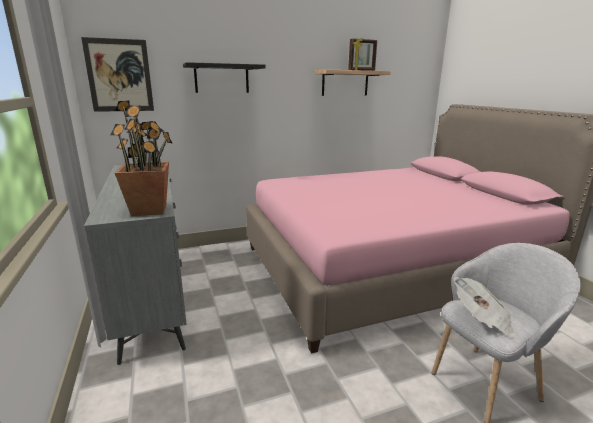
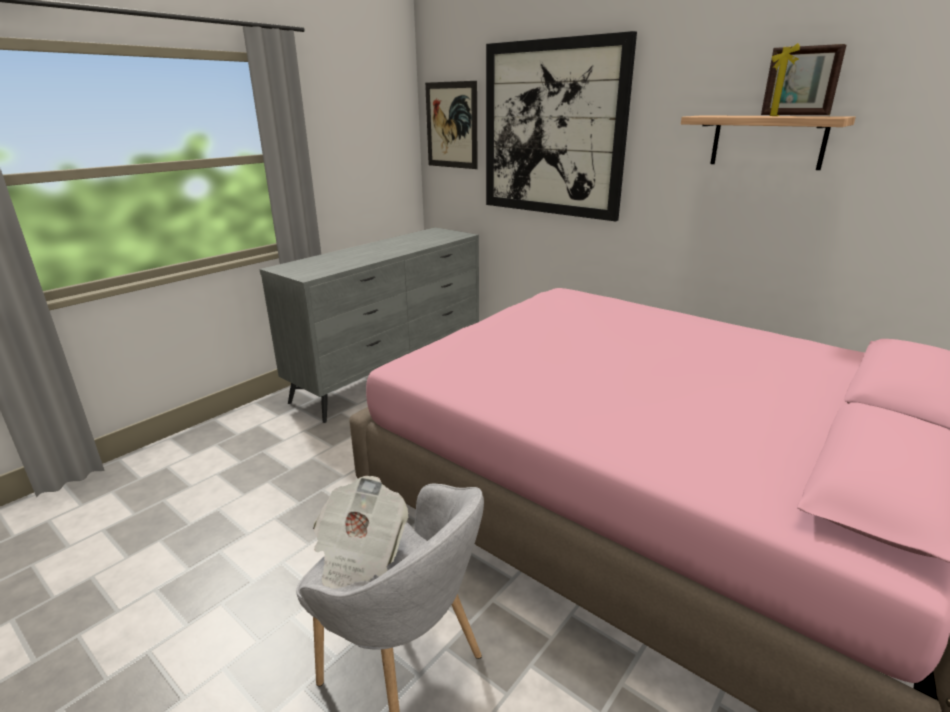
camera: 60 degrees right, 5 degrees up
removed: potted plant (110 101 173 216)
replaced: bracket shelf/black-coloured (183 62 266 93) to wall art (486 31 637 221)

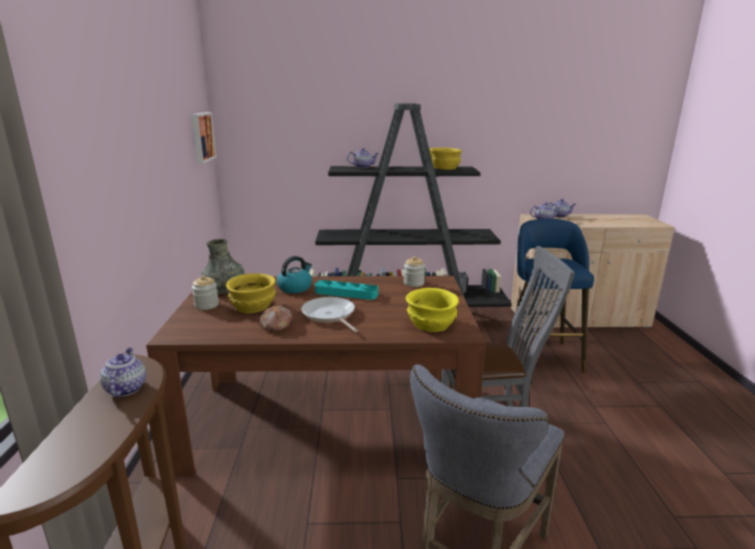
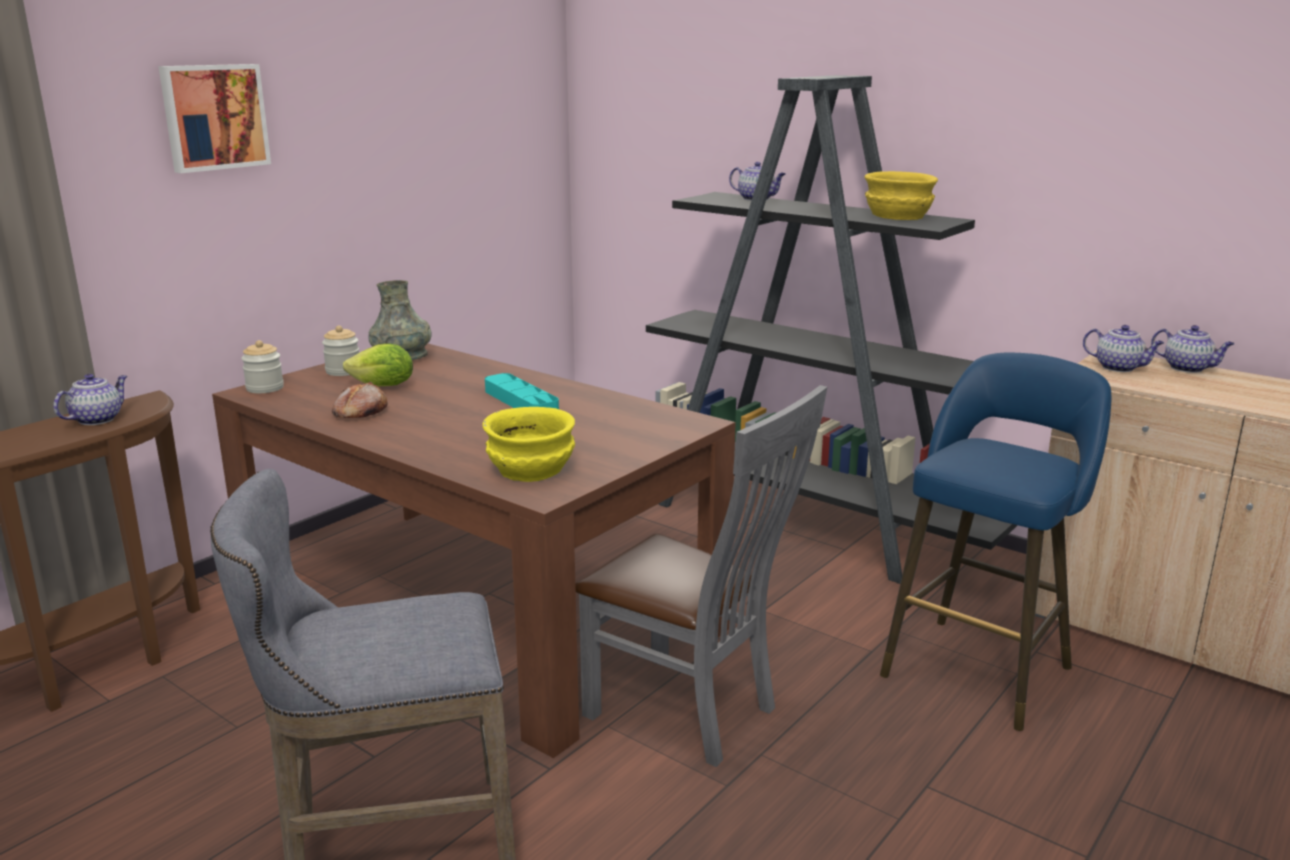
camera: 40 degrees right, 0 degrees up
removed: kettle (277 256 312 293); pan (301 297 358 332)
moved: wall art (191 112 216 164) to (158 64 271 173); storage jar (404 256 425 287) to (241 340 284 393)
replaced: deep dish/yellow (226 273 276 313) to head of lettuce (343 343 413 386)

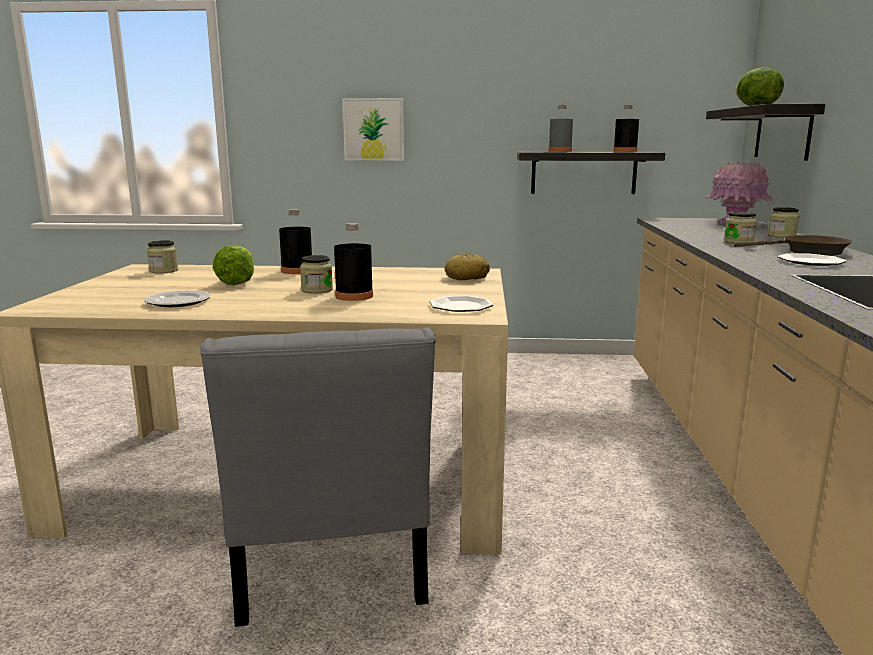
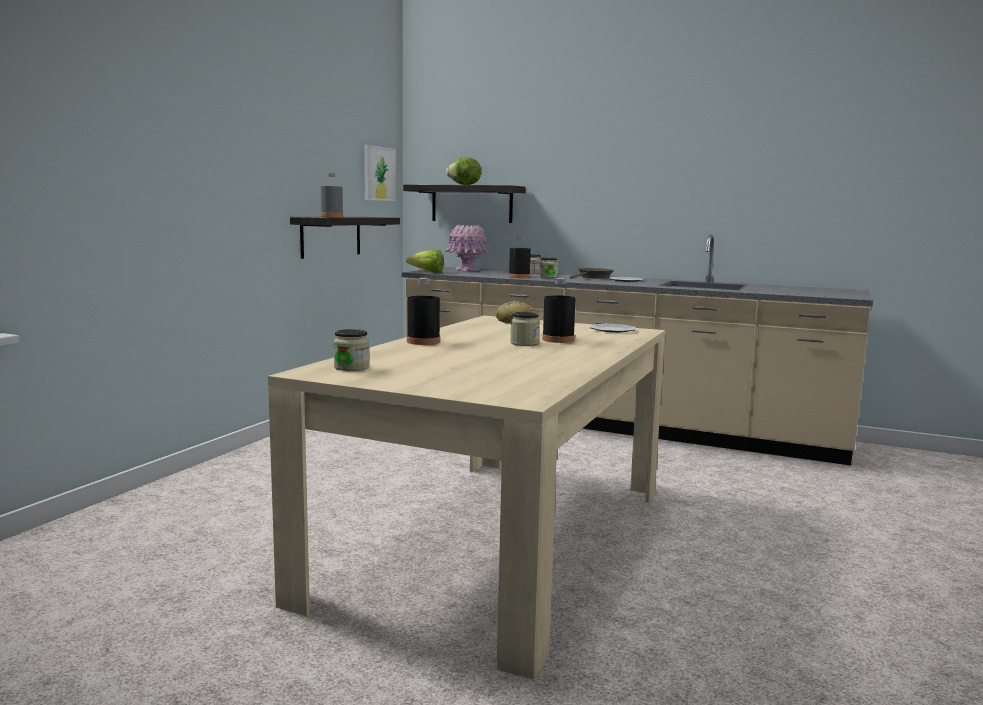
camera: 70 degrees left, 5 degrees down
removed: flat dish (144 290 211 307); plain chair/greyish (200 327 436 627)
moved: head of lettuce (213 245 254 285) to (406 249 444 273); wall art (342 98 404 161) to (364 145 396 201); beverage bottle/black-coloured (613 105 639 152) to (509 236 531 278)

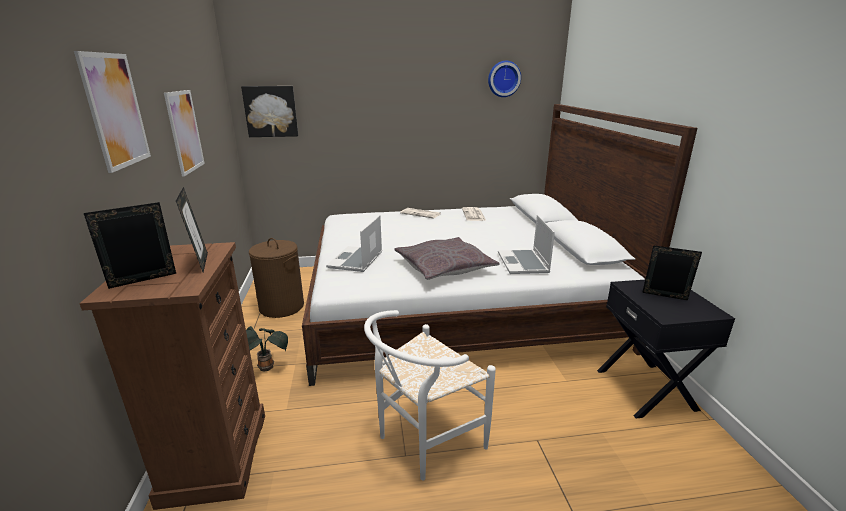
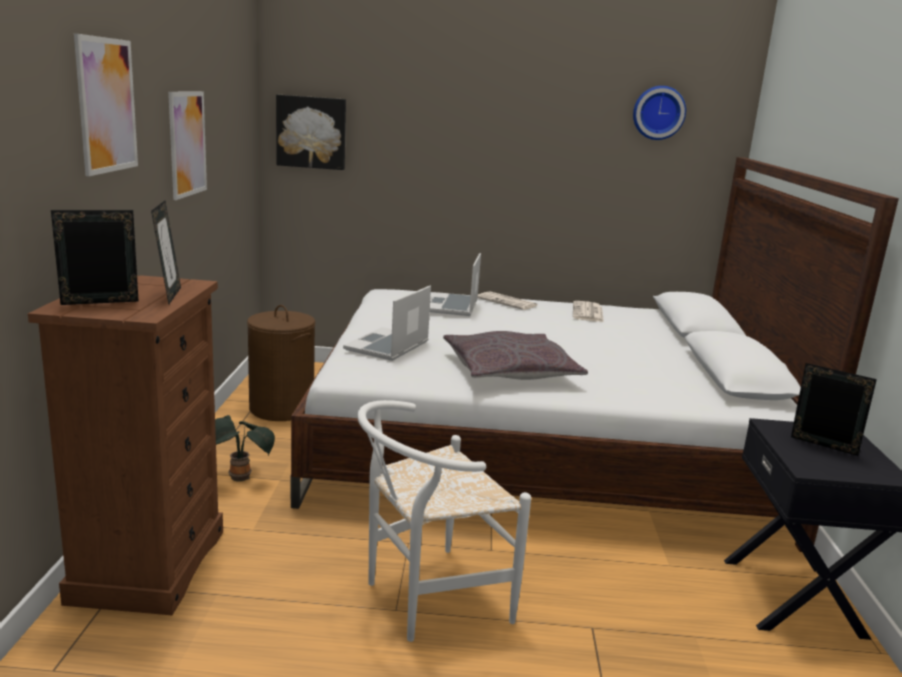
camera: 10 degrees right, 5 degrees down
moved: portable computer (498 215 555 274) to (430 253 481 316)

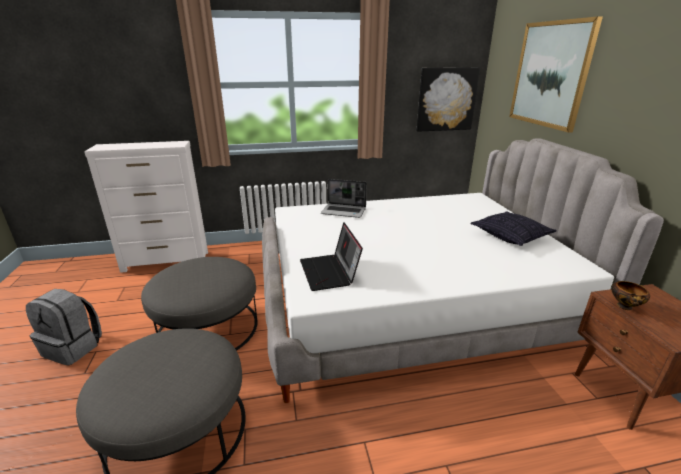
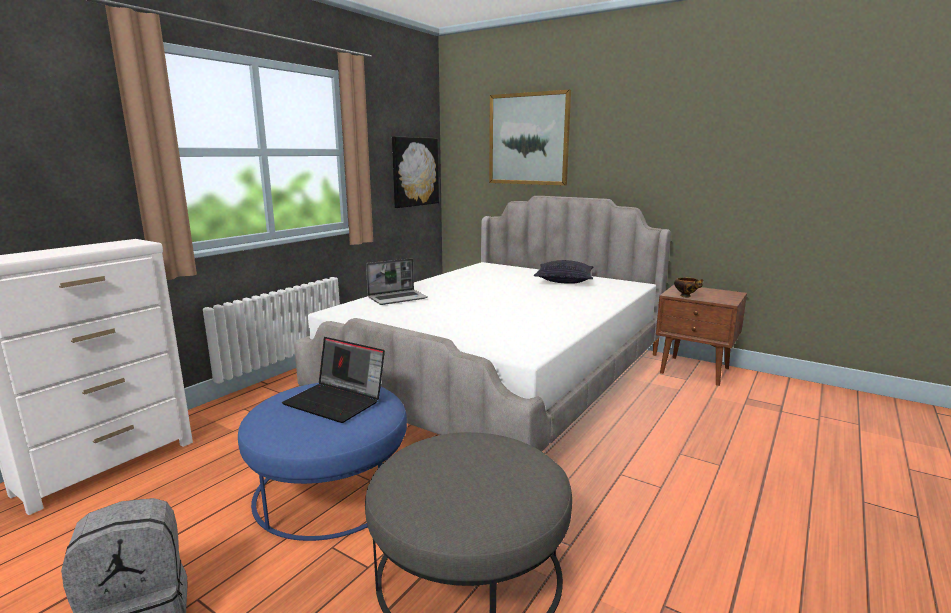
camera: 45 degrees left, 10 degrees down
moved: portable computer (300 222 363 291) to (282 337 385 423)
recoloured: footrest/greyish (141 257 257 351) to footrest/blue (238 383 407 541)

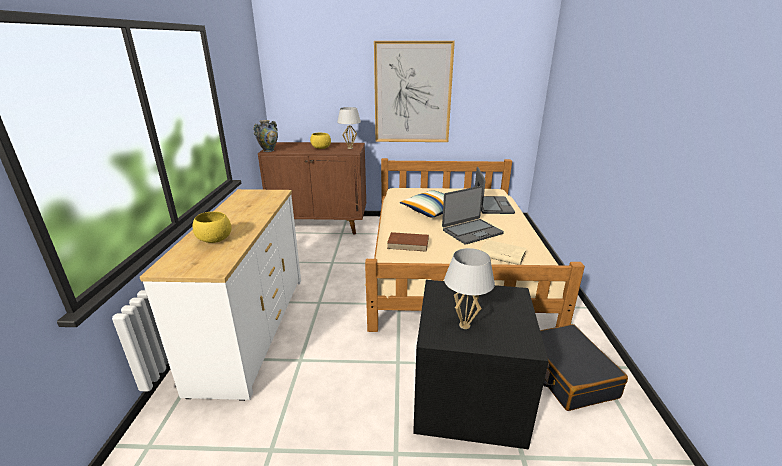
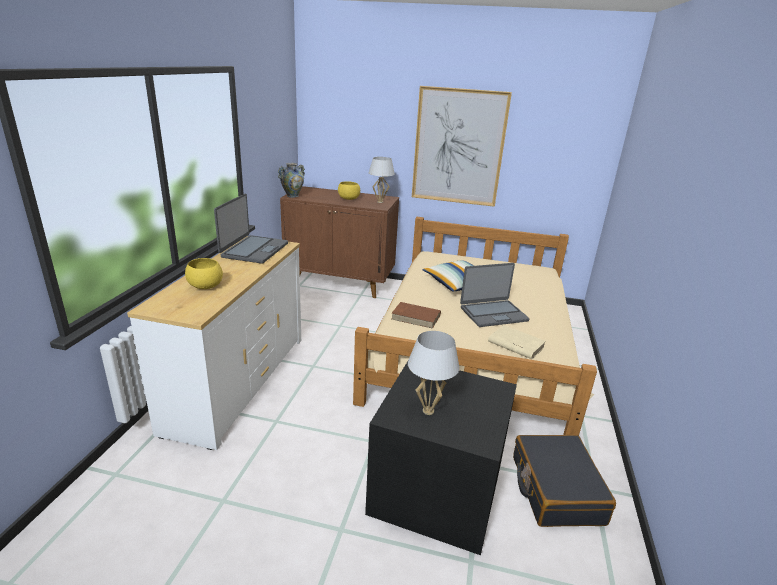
camera: 10 degrees right, 0 degrees up
moved: portable computer (475 167 515 214) to (214 193 288 264)

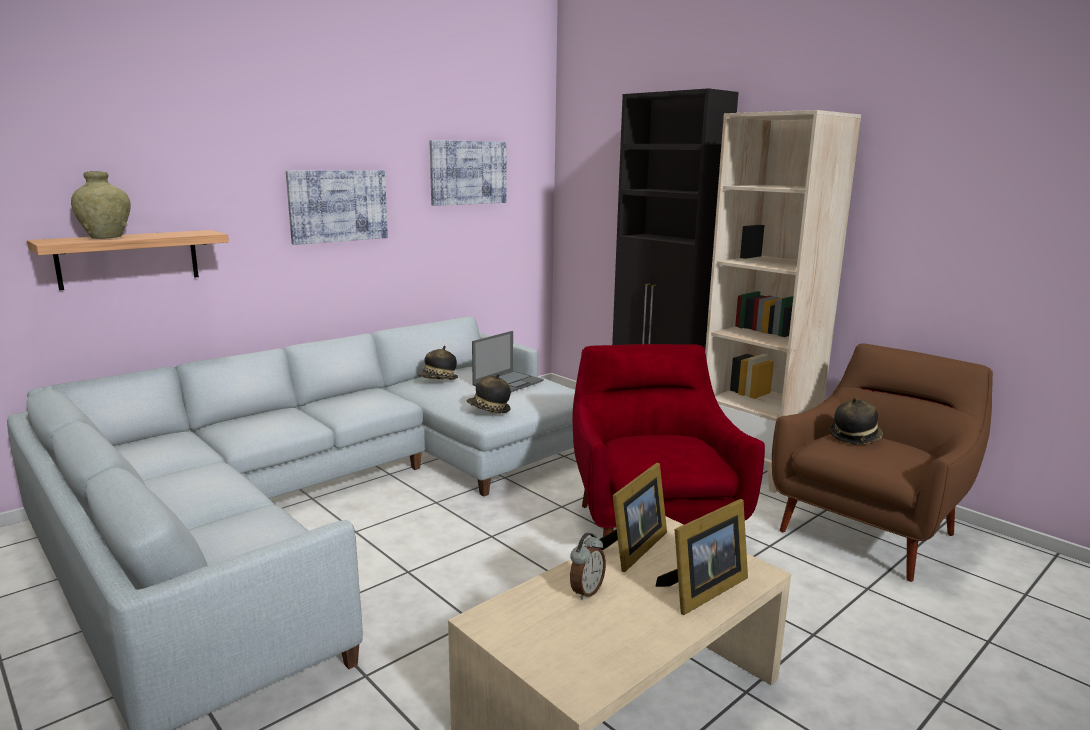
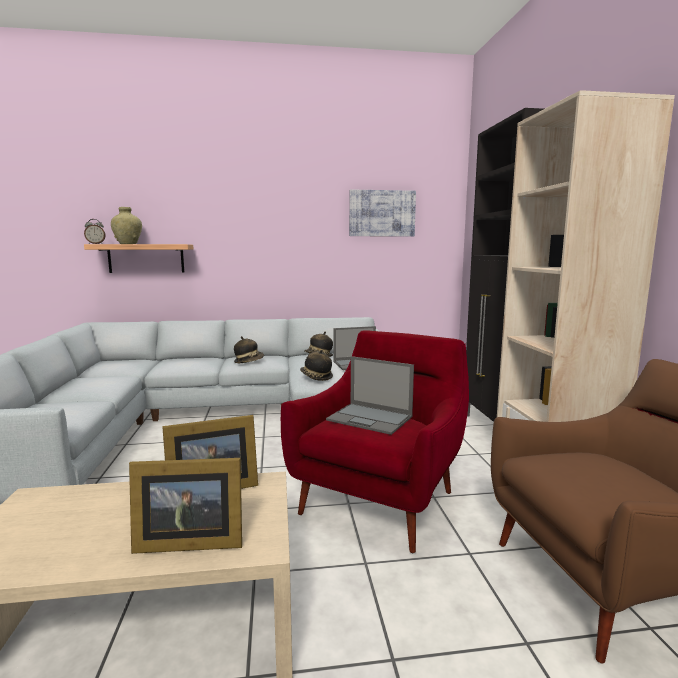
camera: 35 degrees right, 5 degrees down
removed: wall art (286 170 388 245)
added: portable computer (326 356 414 435)
moved: alarm clock (570 533 606 600) to (84 219 106 244); wearable hat (829 398 883 445) to (234 336 264 363)

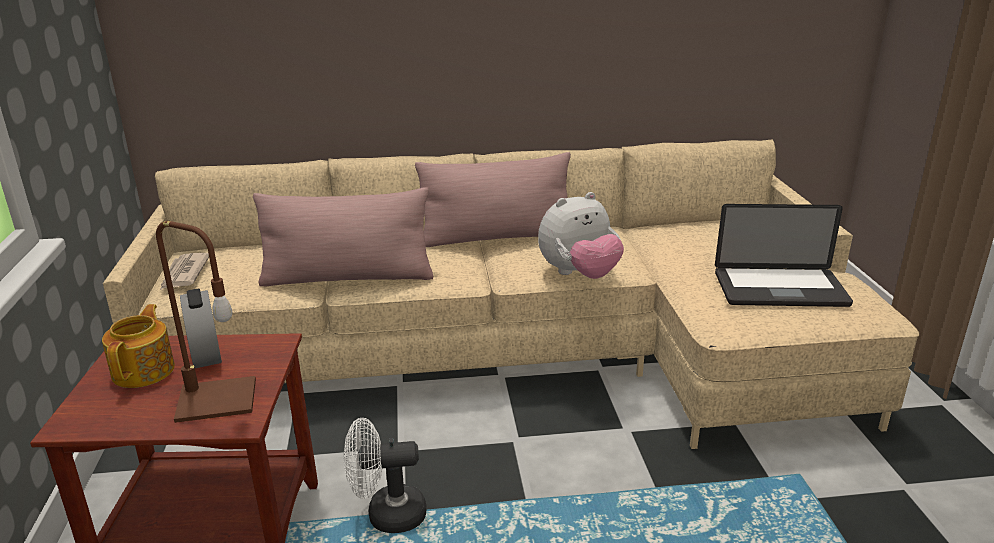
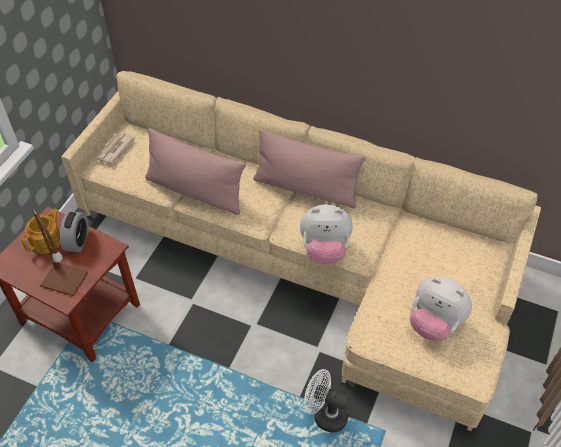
camera: 30 degrees right, 25 degrees up
moved: fan/white-coloured (344 418 426 533) to (304 369 349 433)
replaced: portable computer (715 204 853 307) to soft toy (410 277 472 341)

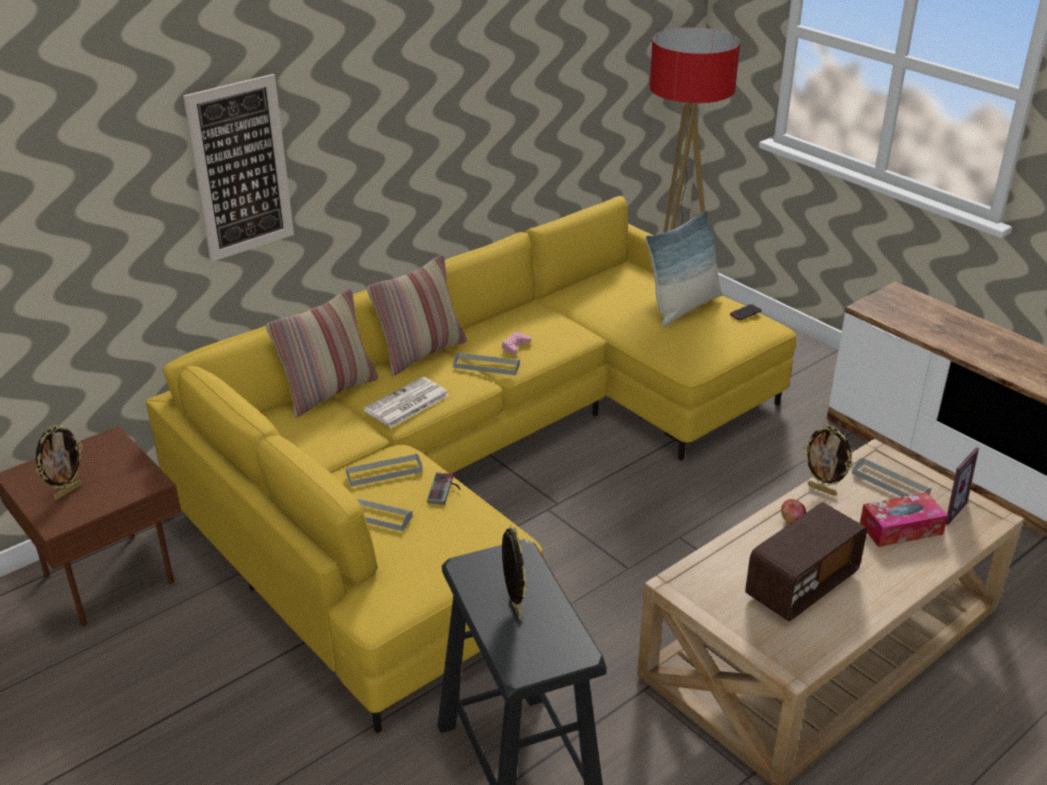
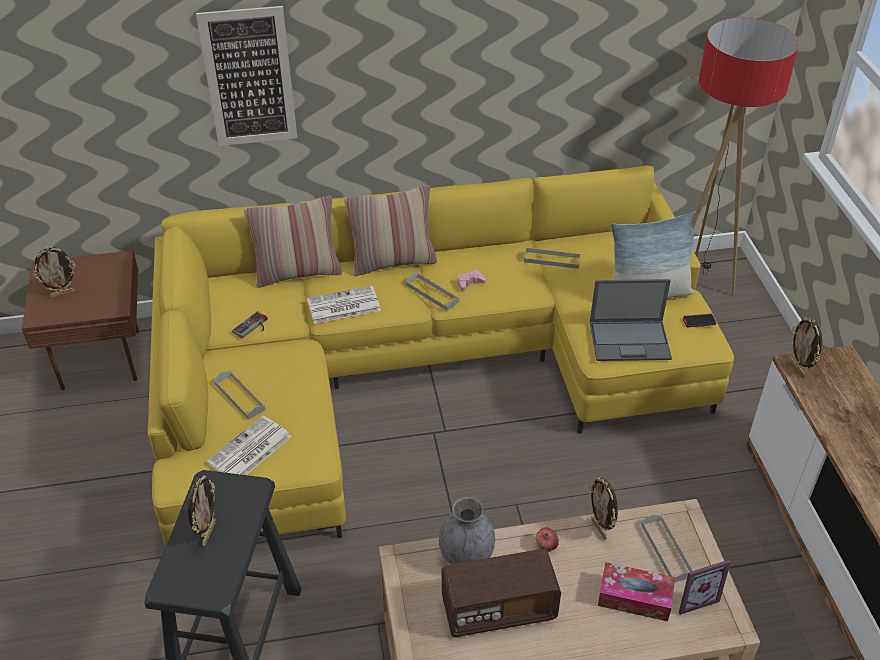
camera: 30 degrees right, 10 degrees up
added: daily paper (206 415 291 475); vase/greyish (439 497 495 564); portable computer (590 279 672 361); standing frame (790 317 822 378)
moved: serving tray/greyish (346 453 423 487) to (524 247 581 269); game controller (427 472 461 505) to (232 311 268 338)

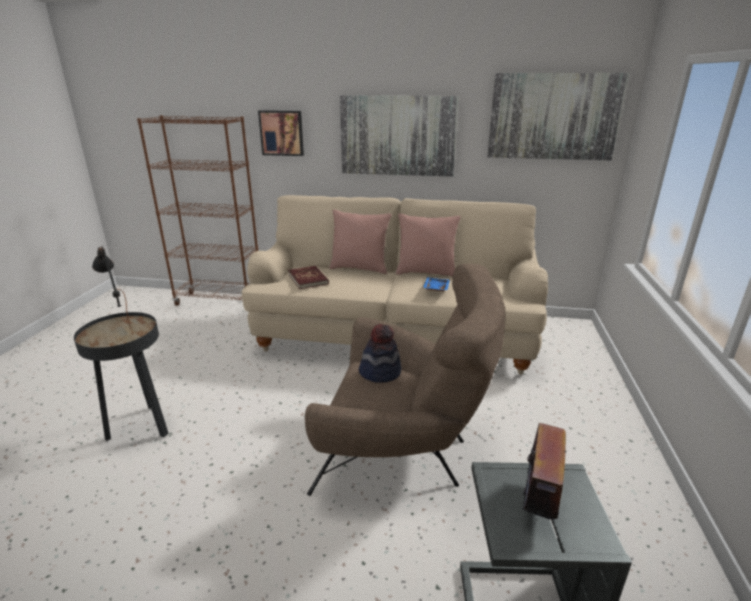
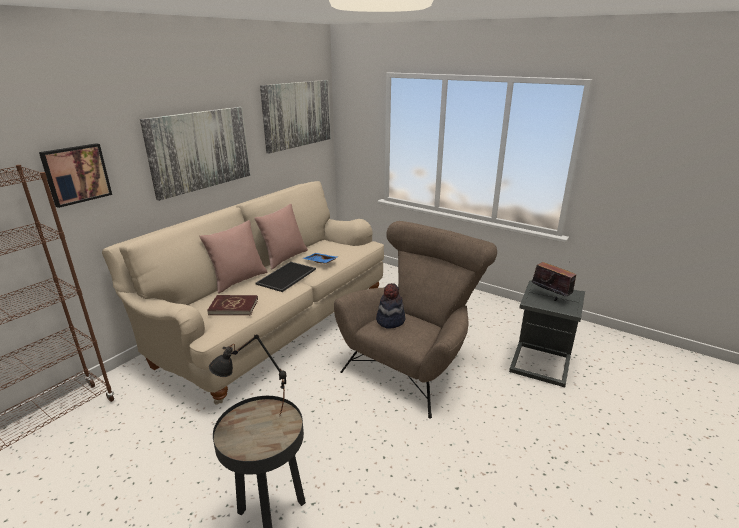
camera: 65 degrees left, 0 degrees up
added: serving tray (256 262 316 292)

